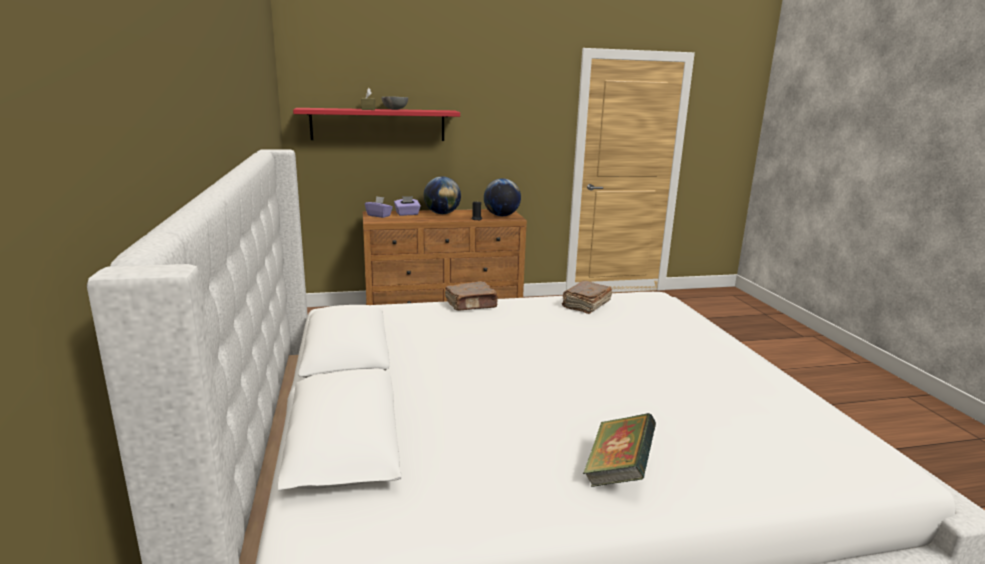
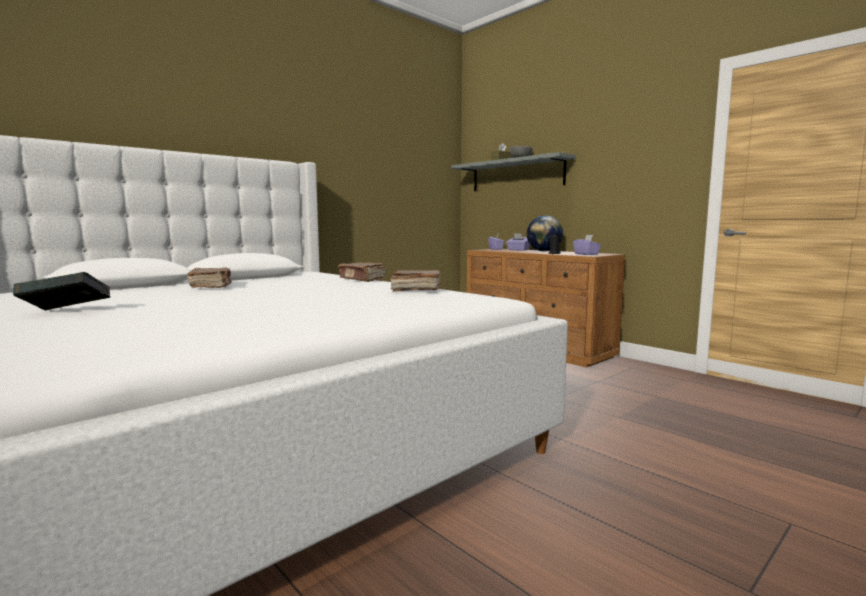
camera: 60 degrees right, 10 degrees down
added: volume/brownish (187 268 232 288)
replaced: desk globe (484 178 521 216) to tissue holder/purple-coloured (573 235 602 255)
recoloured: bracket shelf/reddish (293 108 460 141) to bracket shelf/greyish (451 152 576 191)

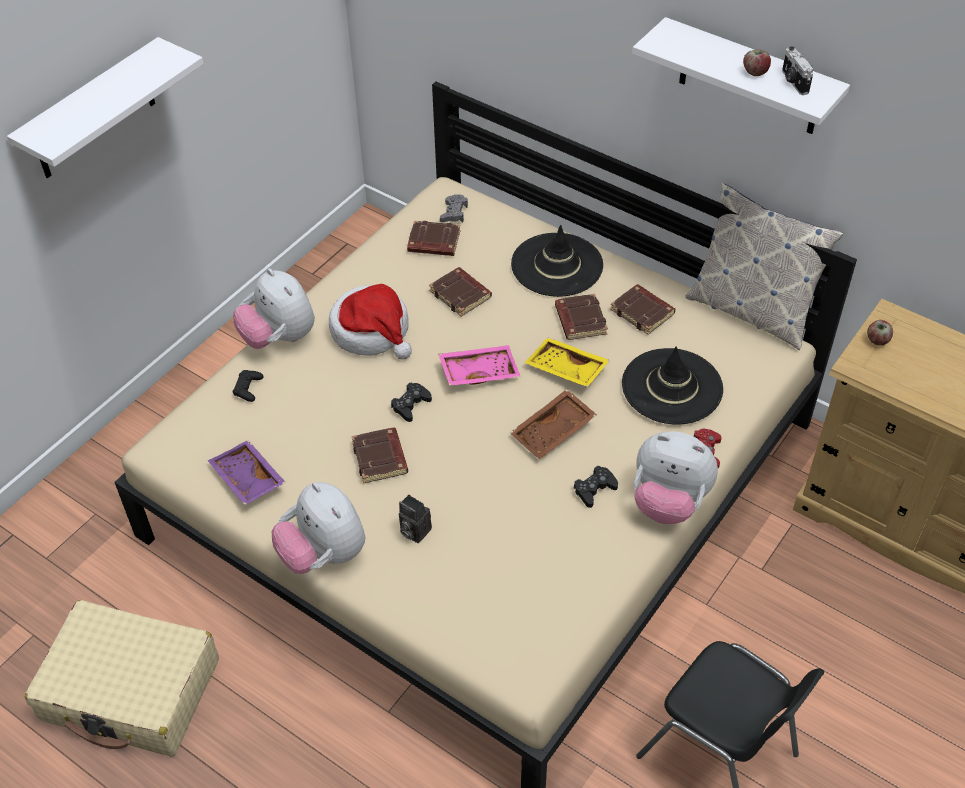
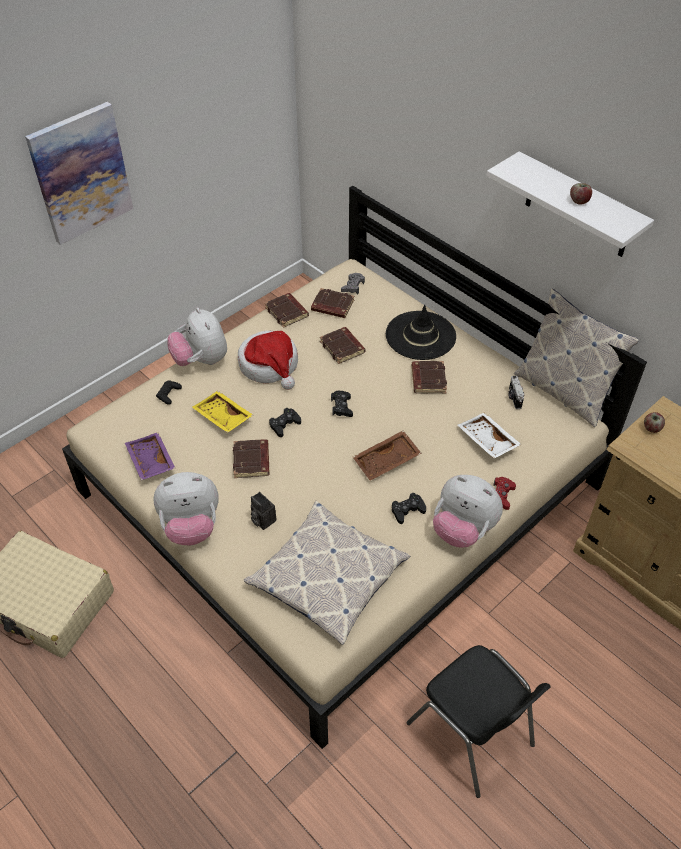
camera: 10 degrees right, 0 degrees up
added: throw pillow (243 501 410 645)
moved: serving tray/yellow (524 337 610 387) to (192 391 253 433); volume/brownish (610 284 675 335) to (265 293 309 328); still camera (782 46 813 95) to (508 376 524 409)
replaced: bracket shelf/white-coloured (7 37 204 178) to wall art (25 102 133 245); serving tray/pinkish (438 345 521 386) to game controller/black-coloured (331 391 353 417); wearable hat/black-coloured (622 347 723 425) to serving tray/white-coloured (458 413 522 459)
turned: soft toy (272 482 366 574) = (153 472 219 545) 75 degrees counterclockwise

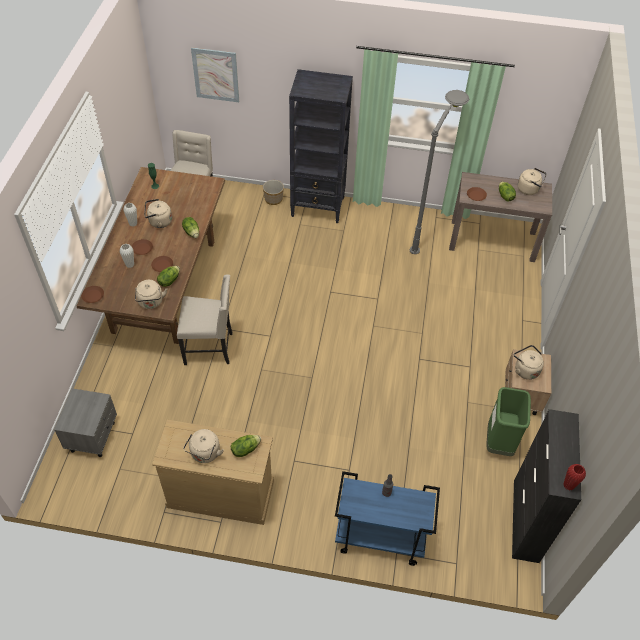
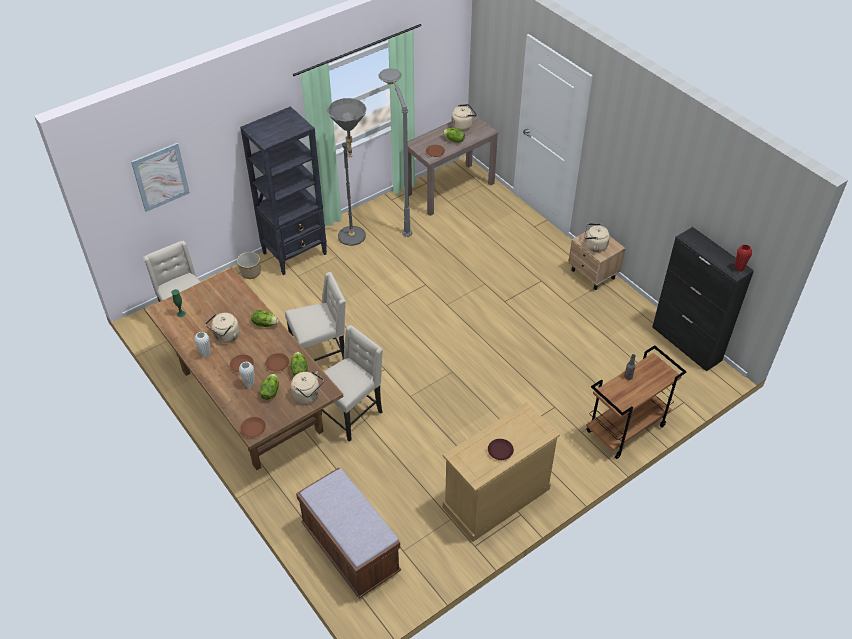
camera: 45 degrees left, 5 degrees down
removed: rubbish bin/green (486 387 531 456)
added: plain chair/sand-coloured (285 272 346 361); standing lamp/greyish (328 98 366 246)
moved: head of lettuce (231 435 261 457) to (259 374 279 400)
replaced: night table/greyish (54 388 117 457) to indoor bench/brownish (296 468 401 599); kettle/sand-coloured (183 429 224 463) to flat dish/brownish (488 439 514 460)
recoloured: wheeled cart/blue (335 471 440 566) to wheeled cart/brownish (586 345 687 459)

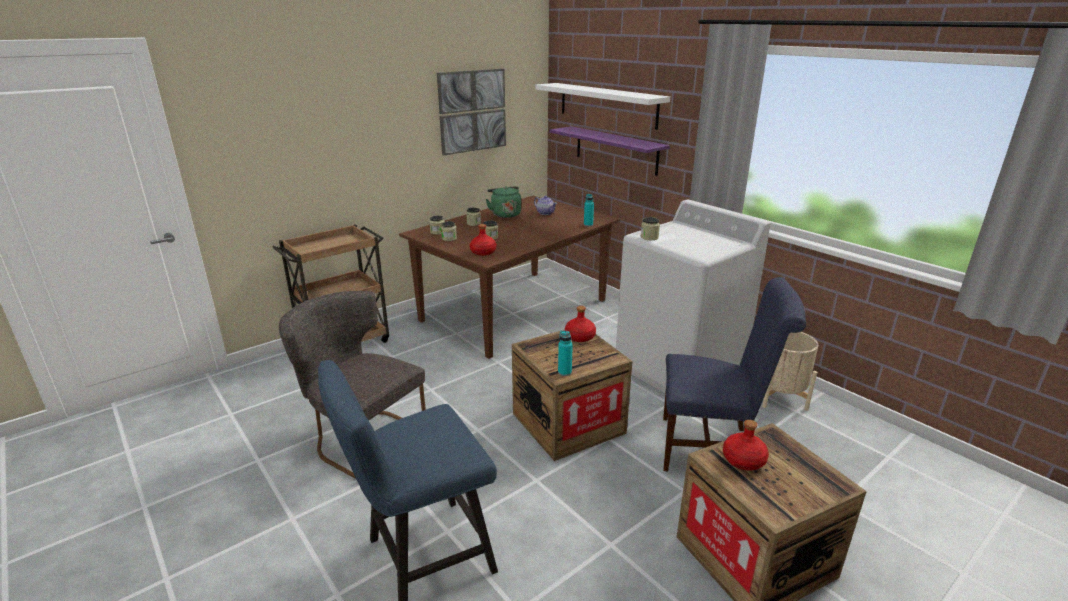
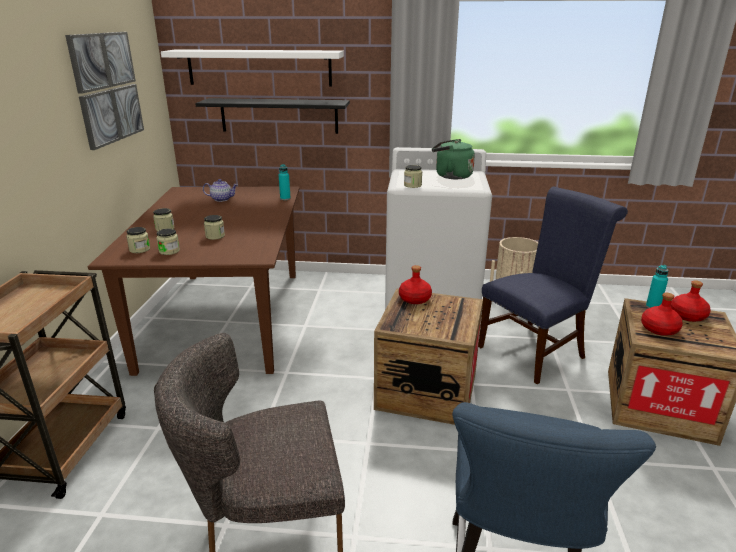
camera: 45 degrees left, 0 degrees up
moved: beverage bottle/reddish (470 224 496 256) to (670 280 711 322); kettle/green (486 186 521 218) to (432 139 475 179); beverage bottle/turquoise (558 330 573 376) to (646 265 669 308)
recoloured: bracket shelf/purple-coloured (549 126 670 176) to bracket shelf/black-coloured (195 98 350 134)

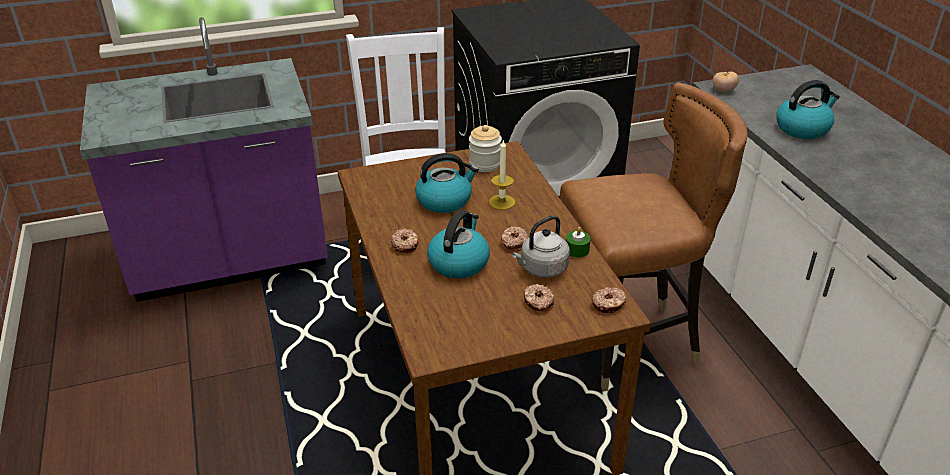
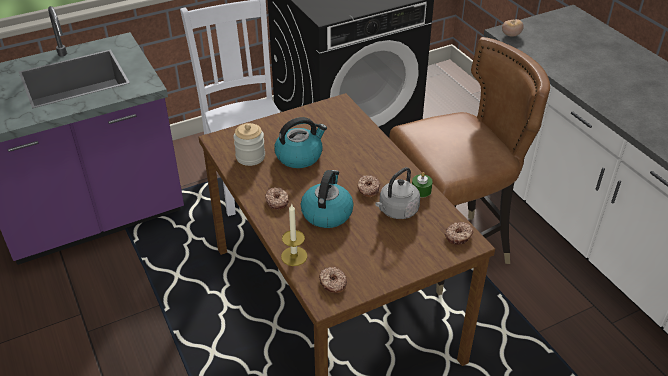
camera: 10 degrees left, 5 degrees up
removed: kettle (776 80 840 139)
moved: storage jar (469 125 502 172) to (233 123 265 166); candle (489 139 515 210) to (281 204 307 266); ring doughnut (524 284 554 312) to (319 267 347 293)

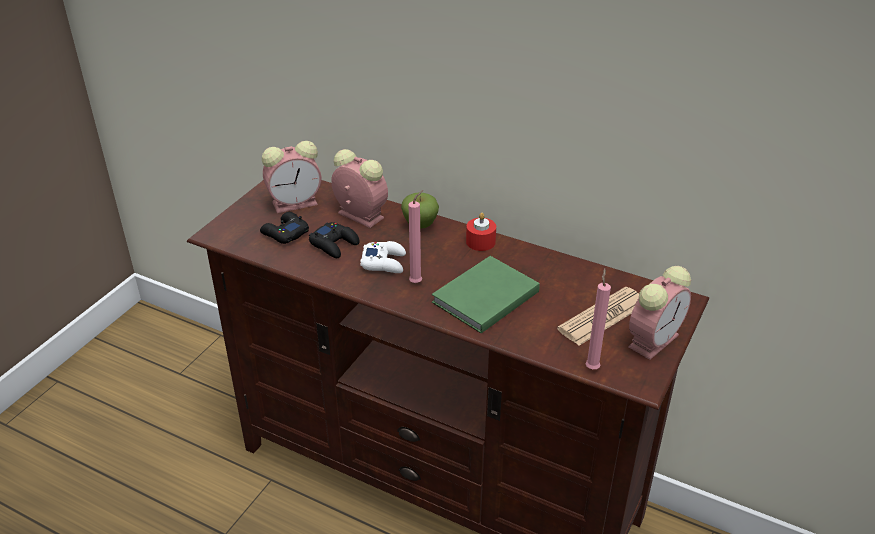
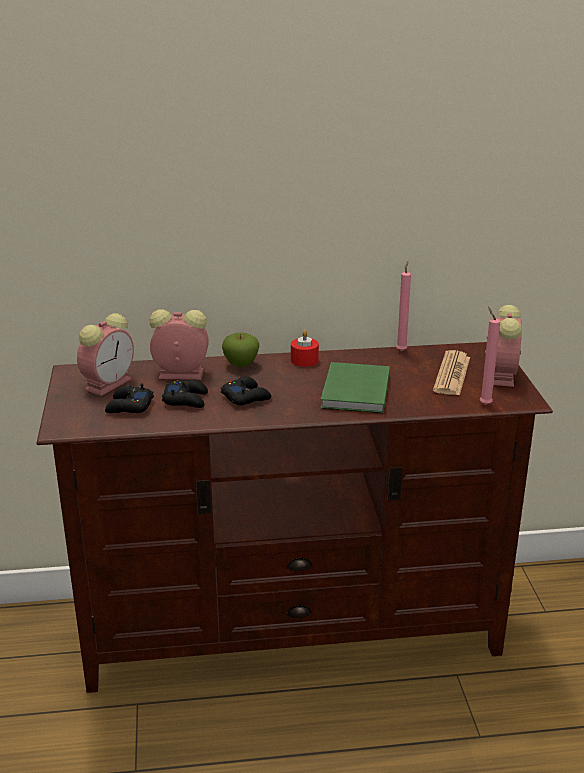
camera: 35 degrees left, 10 degrees down
moved: candle/pinkish (408 190 423 283) to (396 261 411 351)
recoloured: game controller/white-coloured (360 241 406 273) to game controller/black-coloured (221 377 271 405)

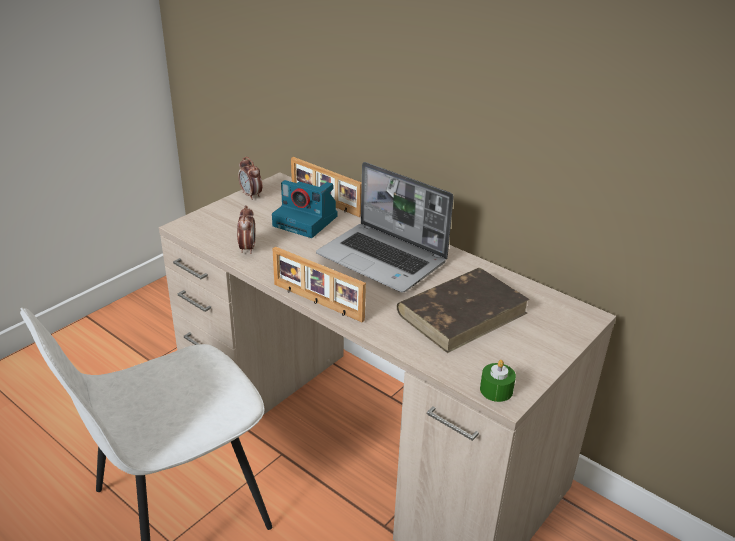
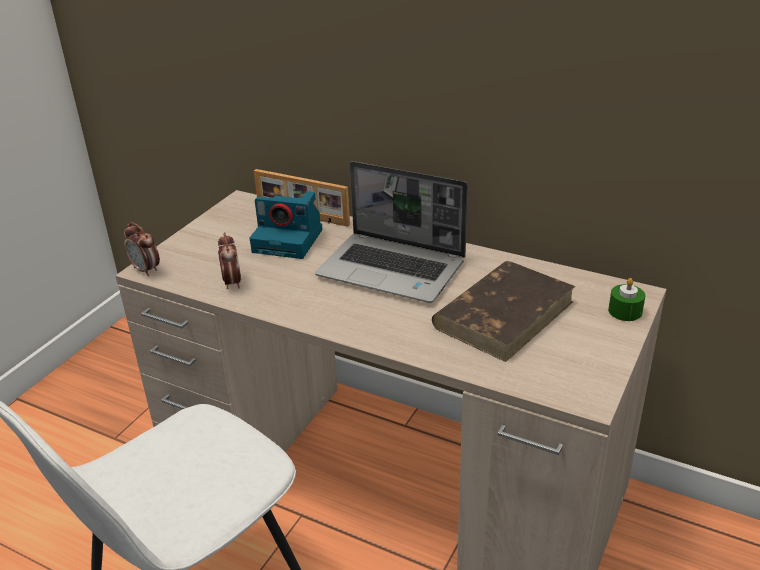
camera: 10 degrees left, 0 degrees up
removed: standing frame (273 247 366 322)
moved: alarm clock (238 157 262 200) to (124 222 160 276); candle/green (480 360 516 402) to (608 278 645 321)

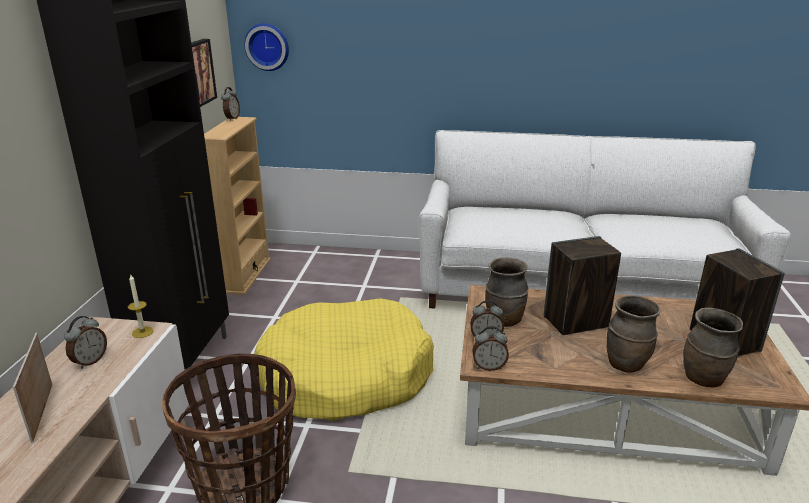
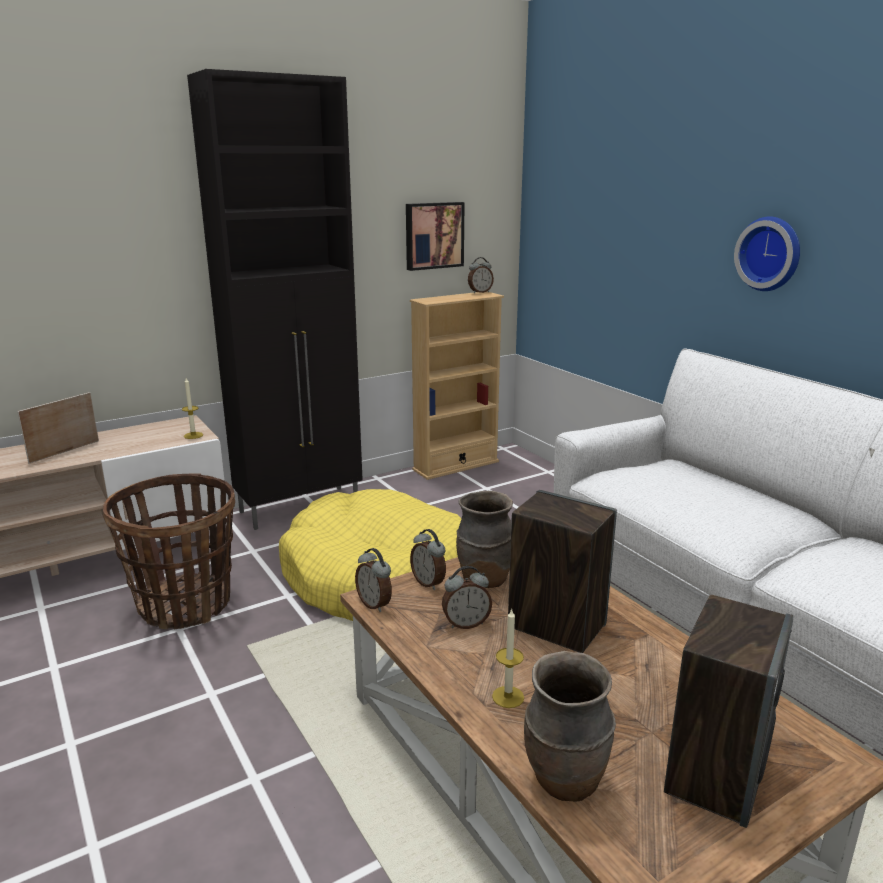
camera: 50 degrees right, 5 degrees down
moved: alarm clock (64 316 107 369) to (442 566 492 629); wall clock (244 23 289 71) to (734 216 800 291)
replaced: vase/brownish (607 296 660 373) to candle (492 609 524 708)

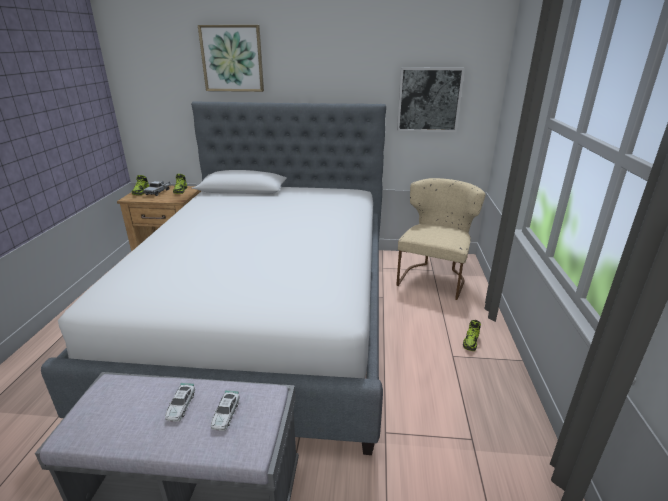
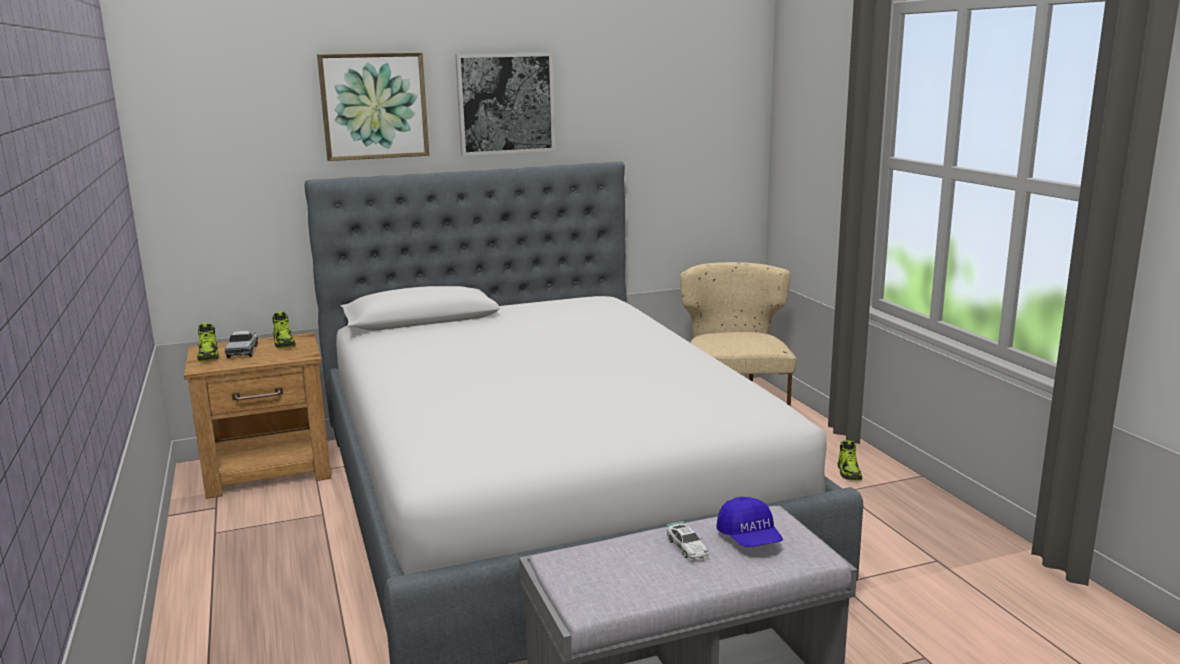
camera: 25 degrees left, 10 degrees down
moved: wall art (397 67 465 132) to (455 52 555 156)
replaced: miniature car (211 390 240 431) to peaked cap/blue (716 497 783 547)

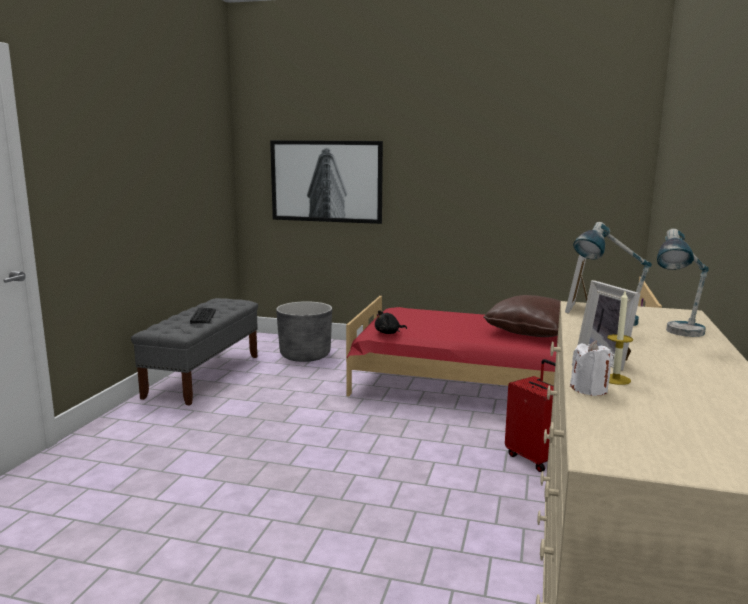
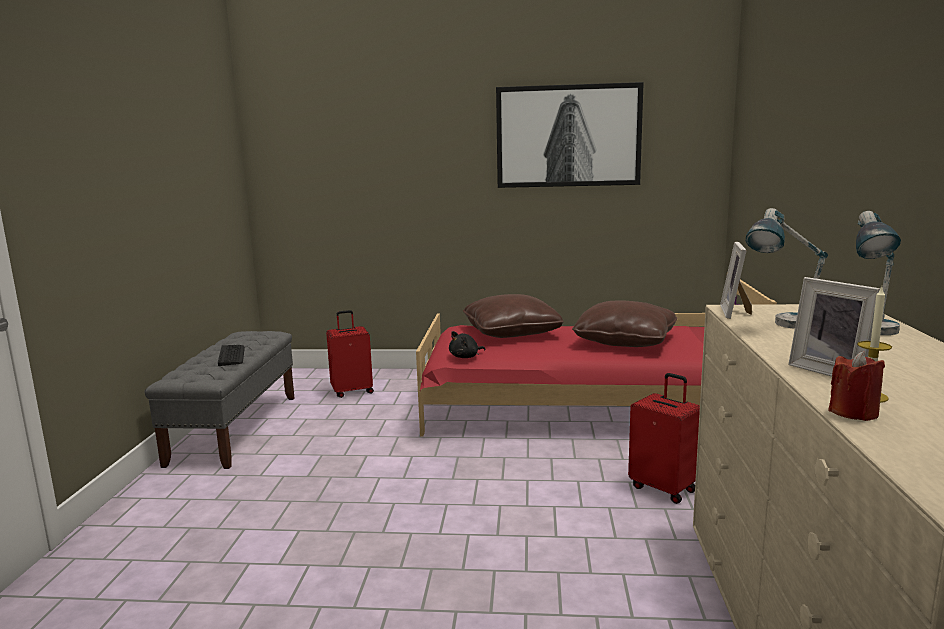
camera: 10 degrees left, 0 degrees up
added: throw pillow/brownish (463 294 564 338)
moved: wall art (270 140 383 224) to (496 82 644 188)
replaced: plant pot/greyish (276 301 332 362) to travel case/reddish (326 310 374 398)
recoloured: candle/white-coloured (570 341 613 396) to candle/reddish (828 351 885 421)

